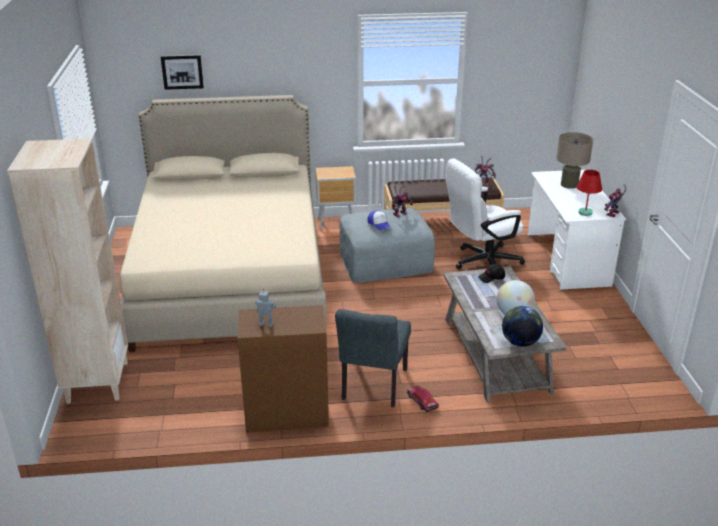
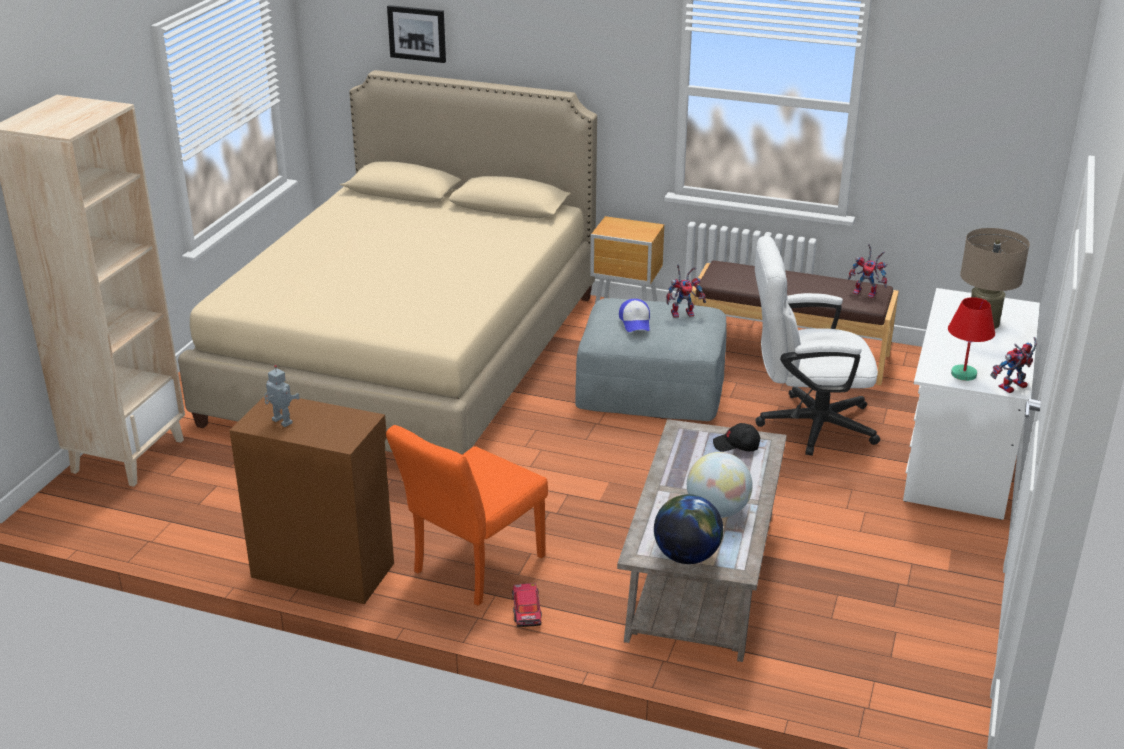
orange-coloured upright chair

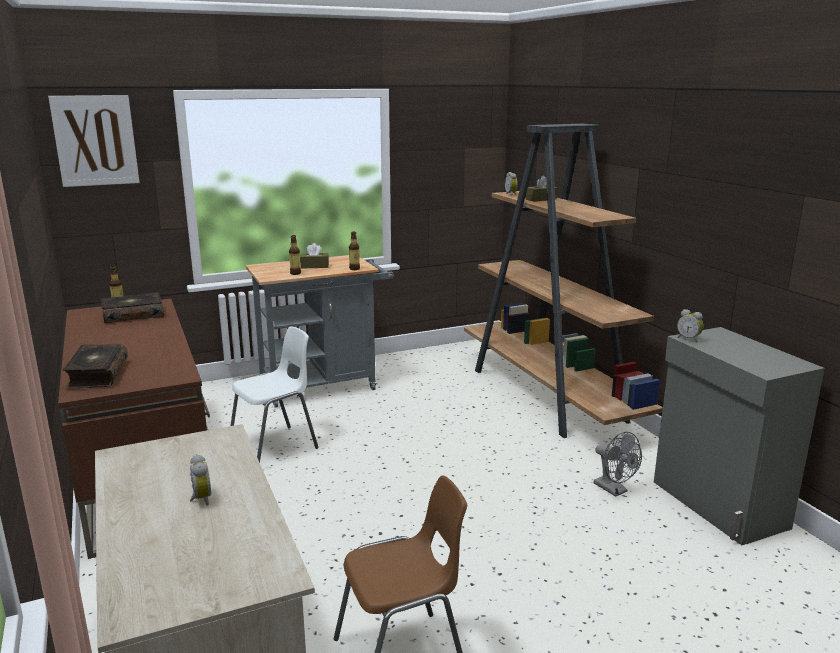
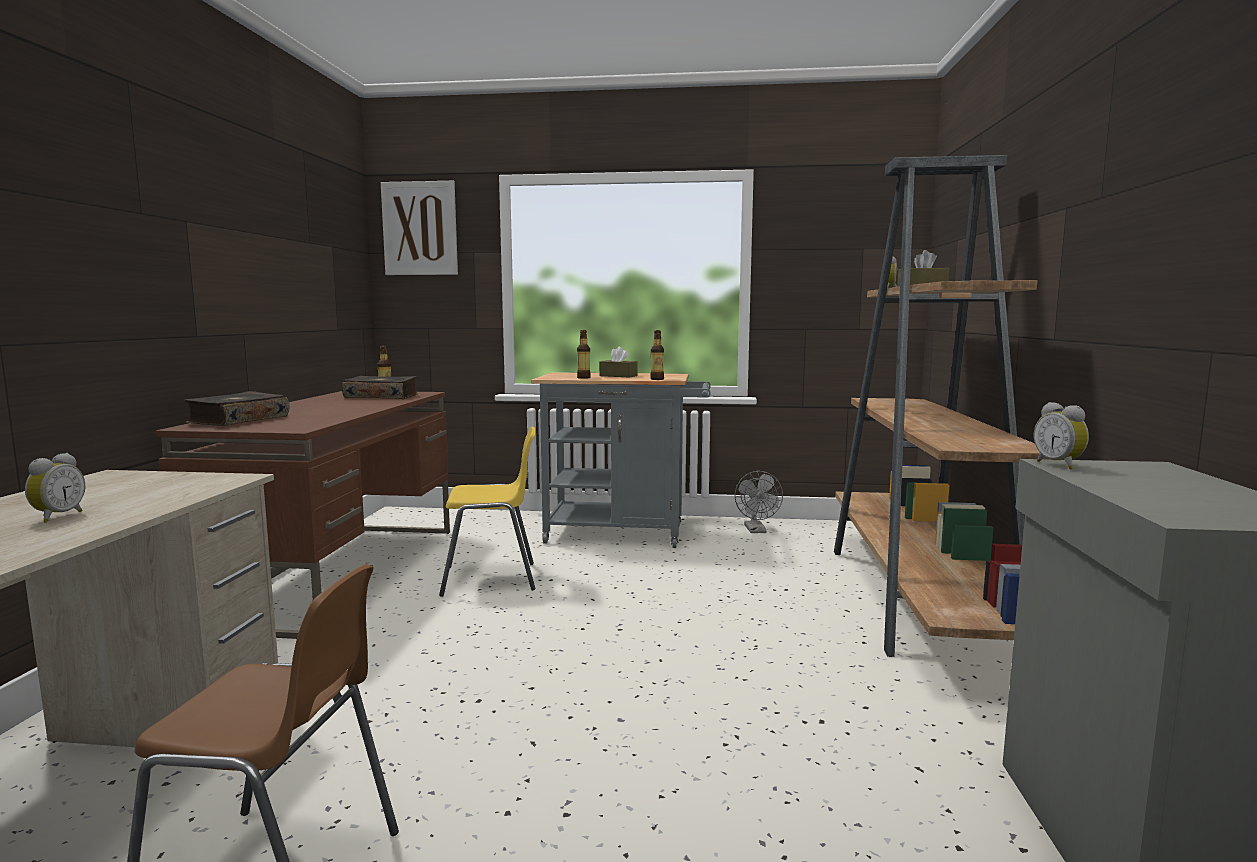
greyish electric fan; yellow-coloured upright chair

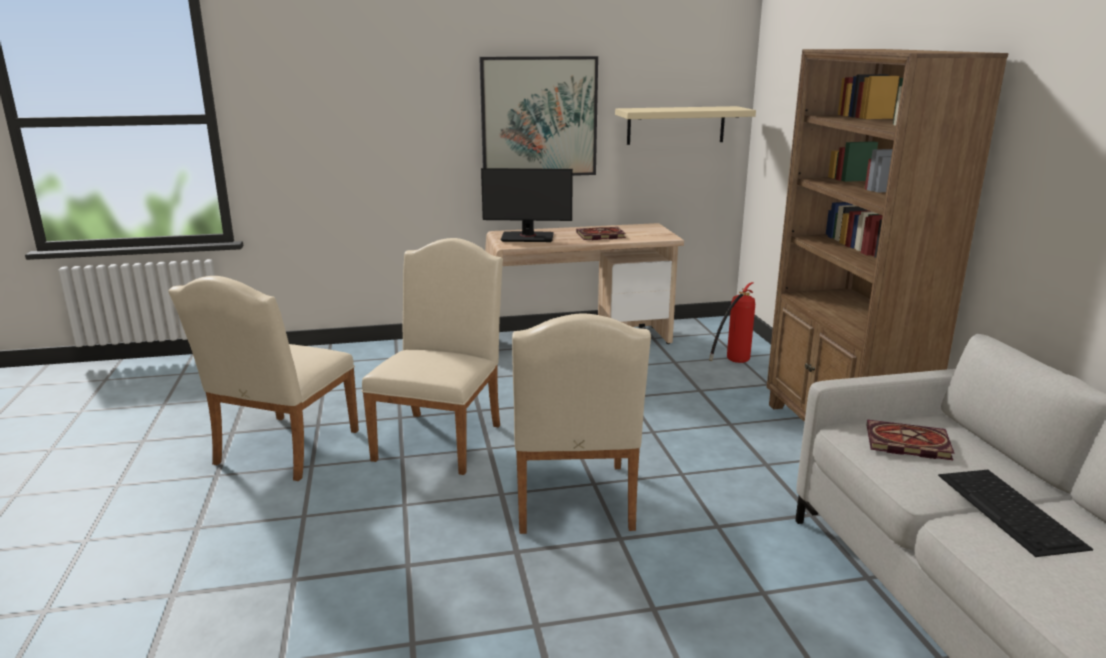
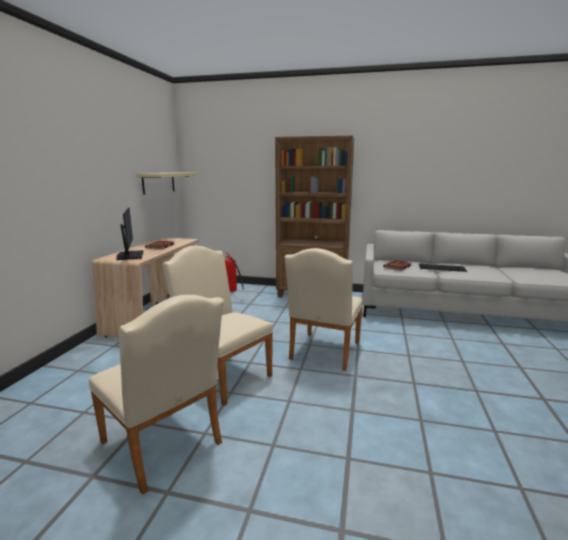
wall art; computer display; beige-coloured upright chair (3rd from left)

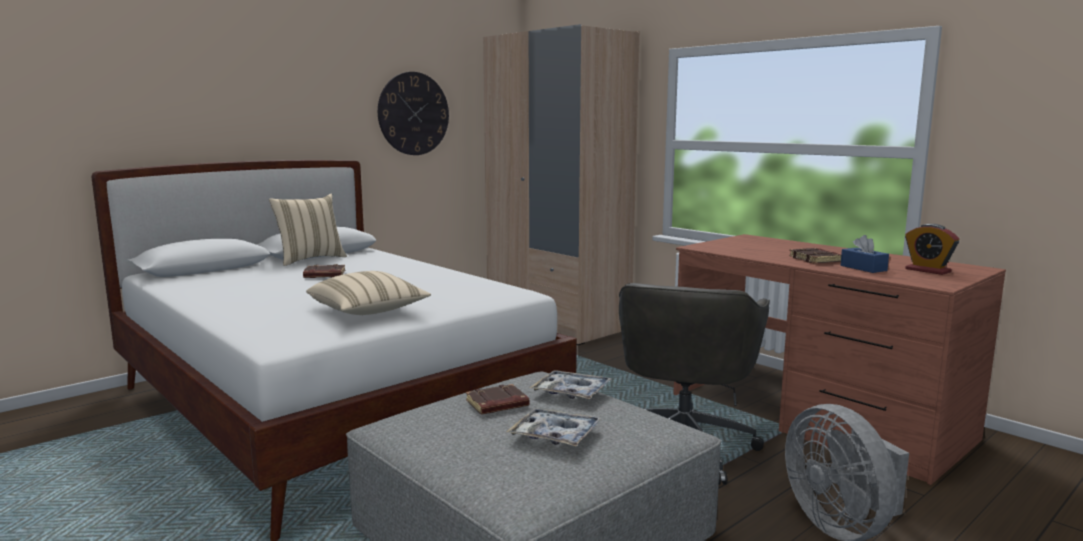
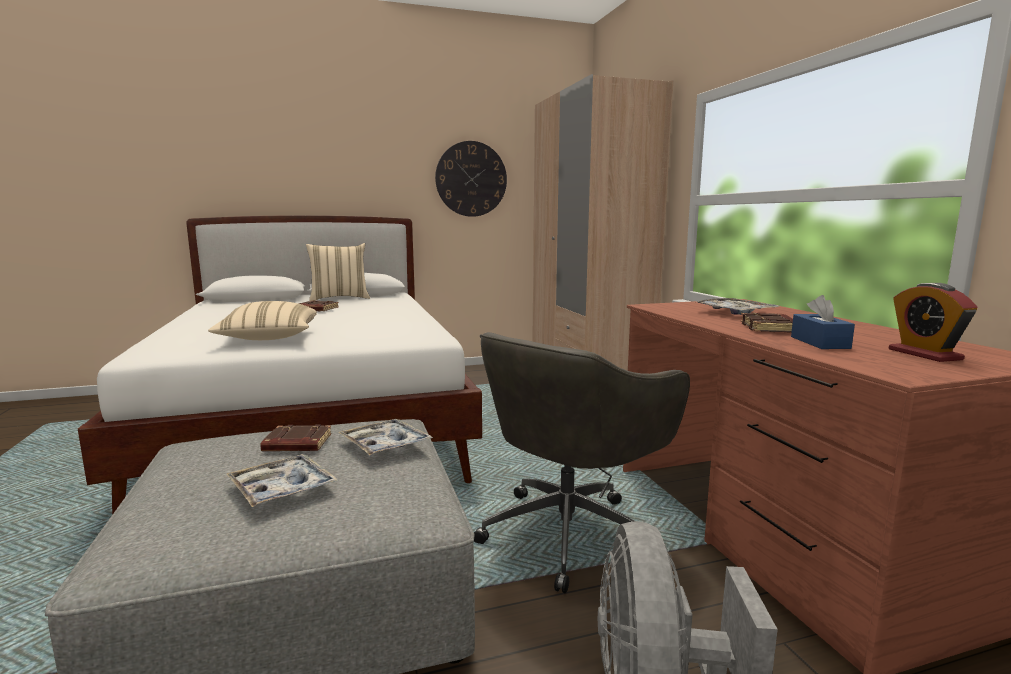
serving tray (3rd from left)

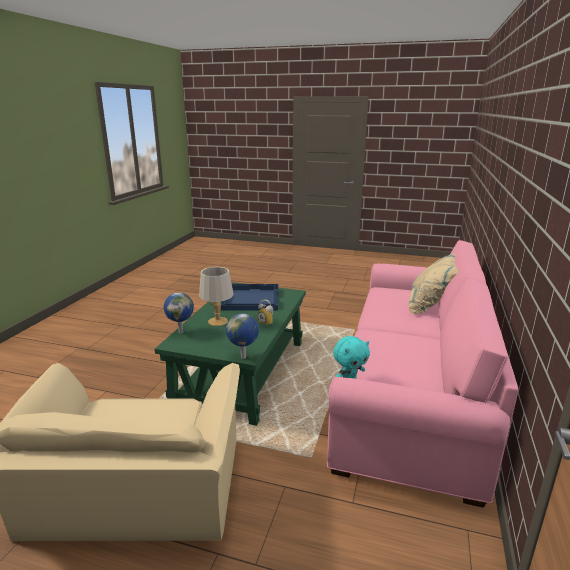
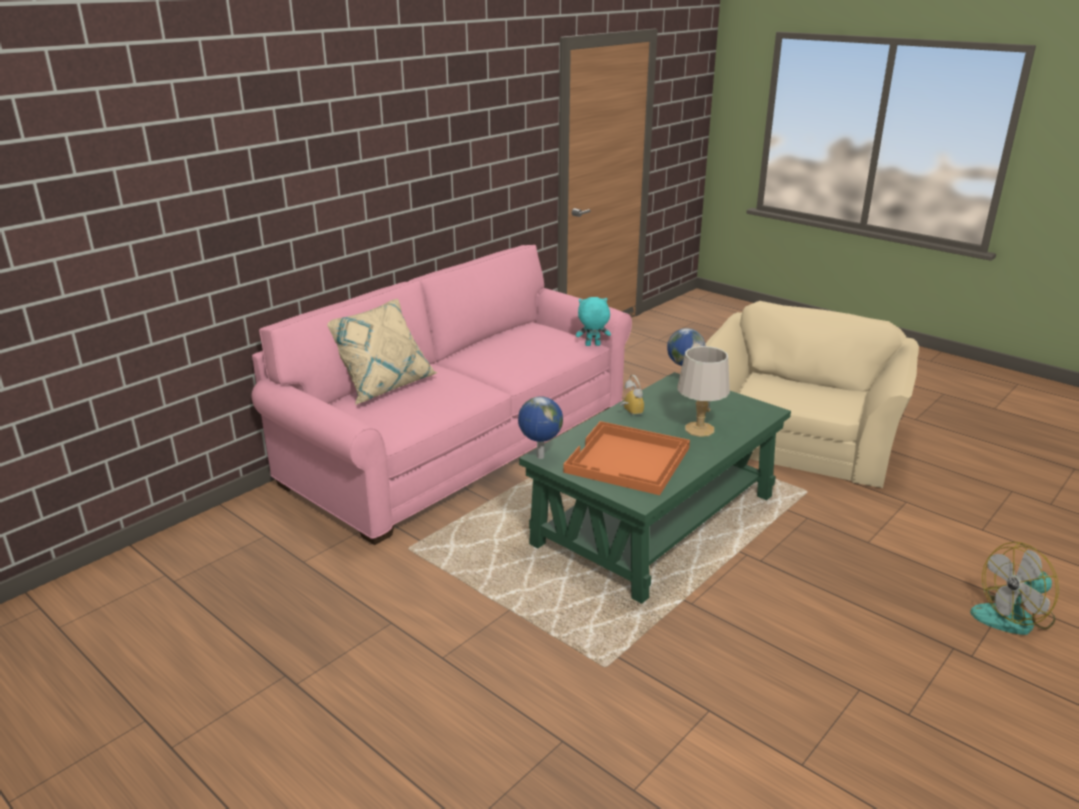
electric fan; desk globe (1st from left); orange-coloured serving tray

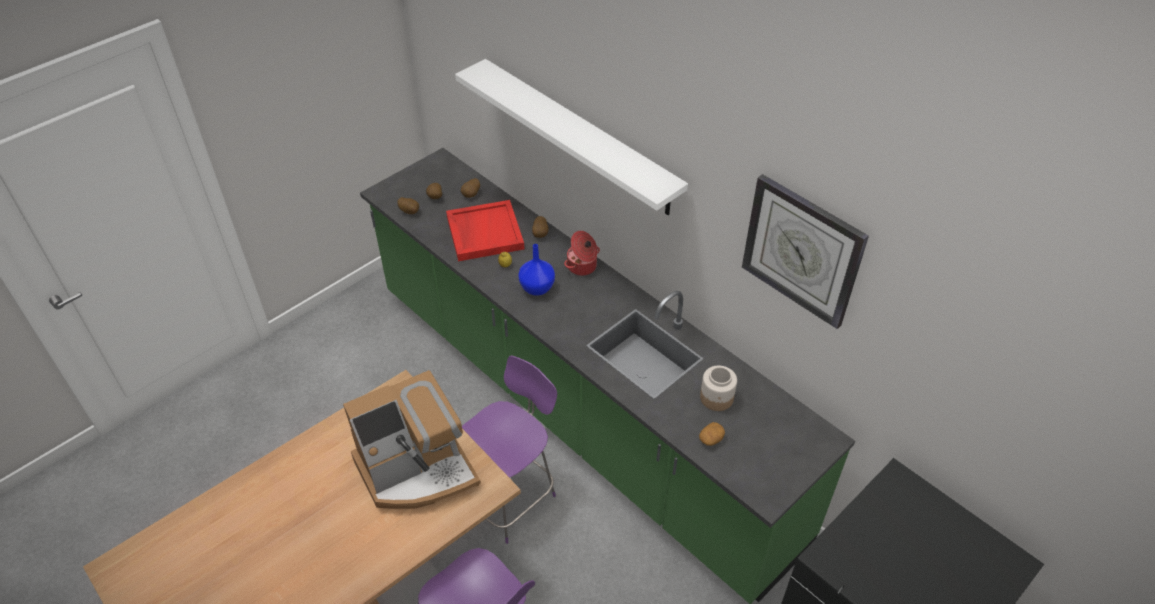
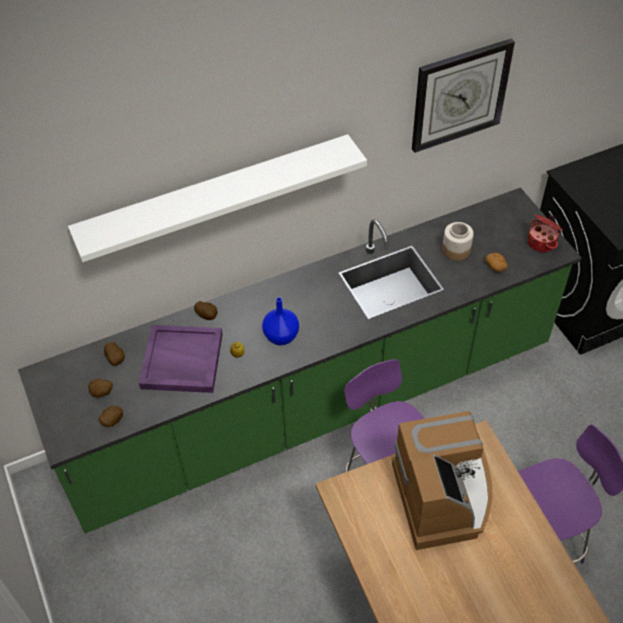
saucepot; purple serving tray

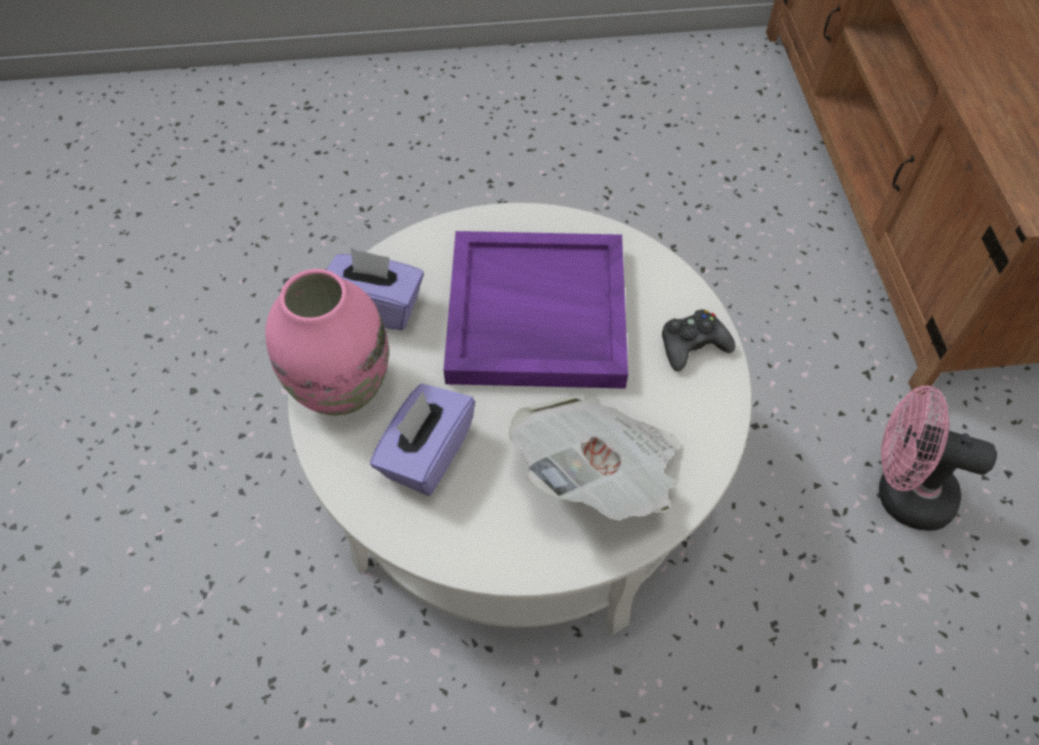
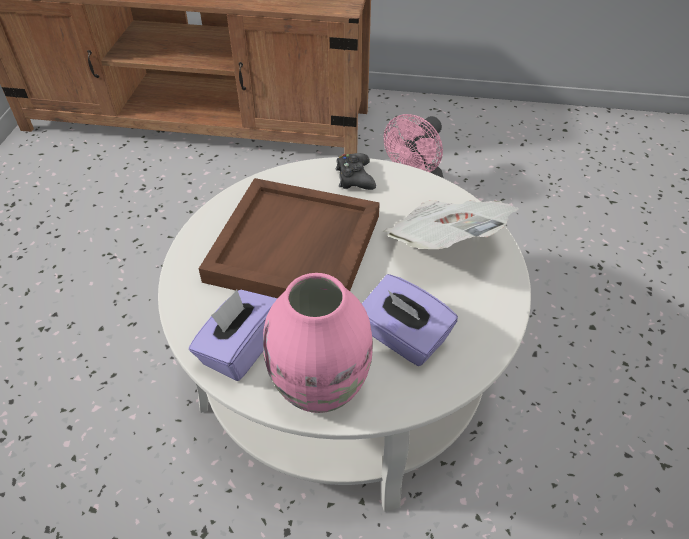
brown serving tray

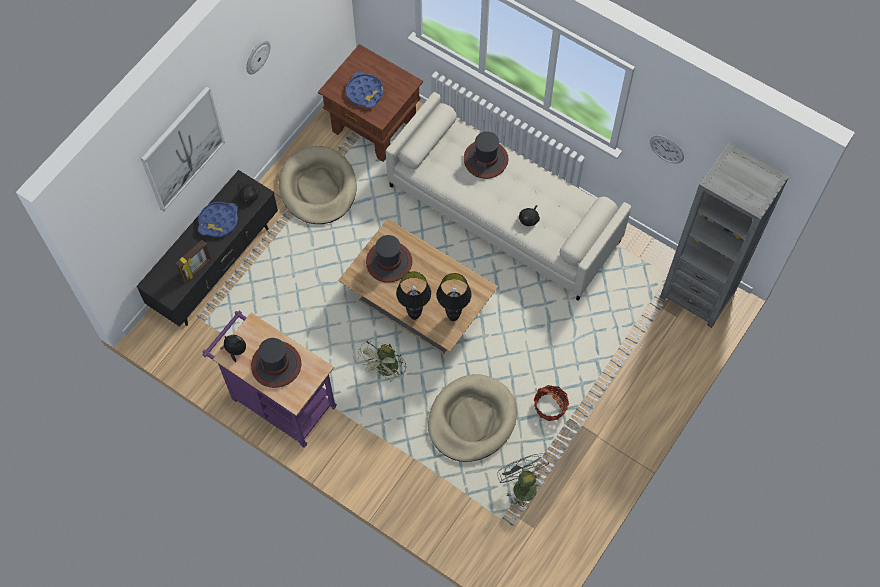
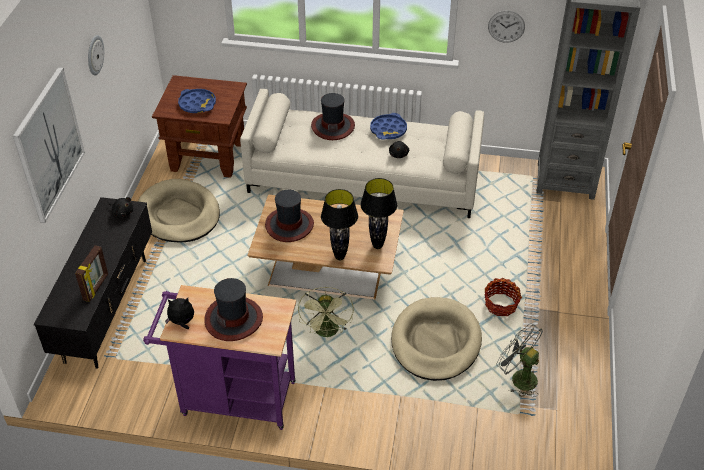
blue-coloured serving tray (2nd from left)

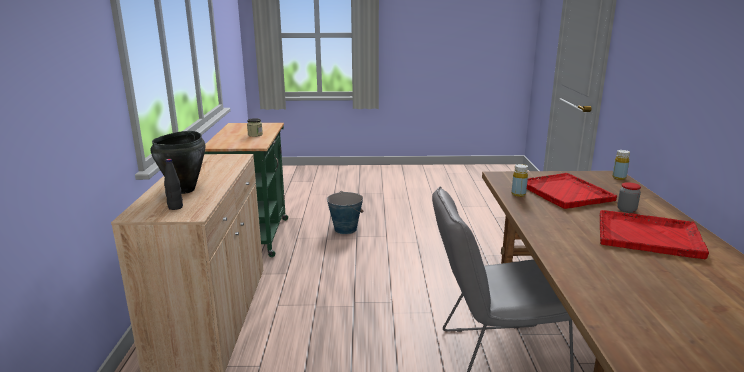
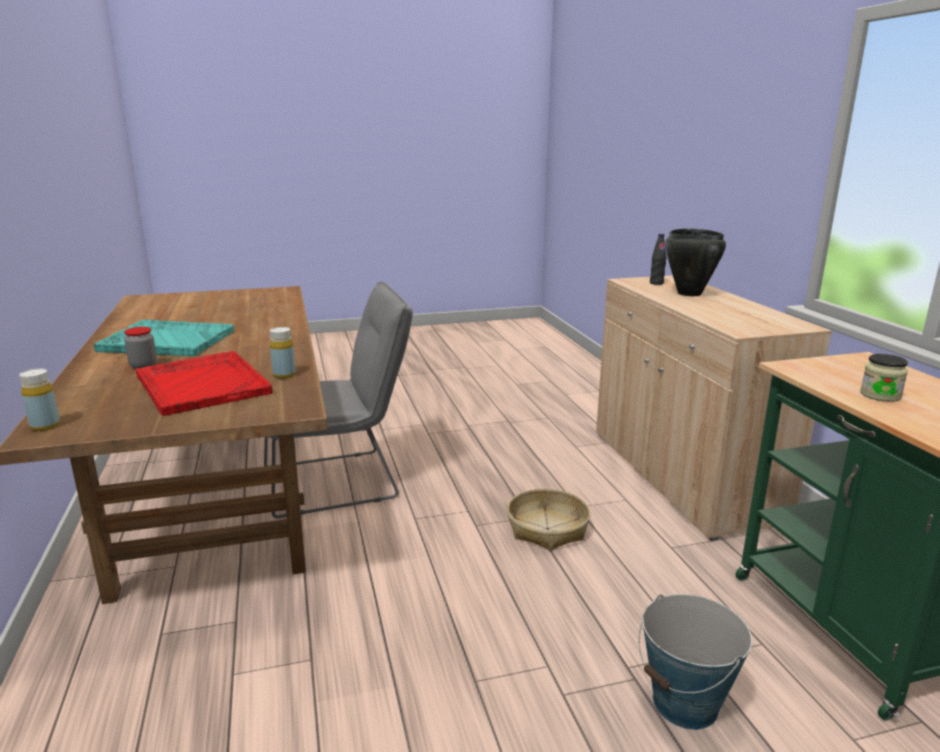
storage basket; turquoise serving tray

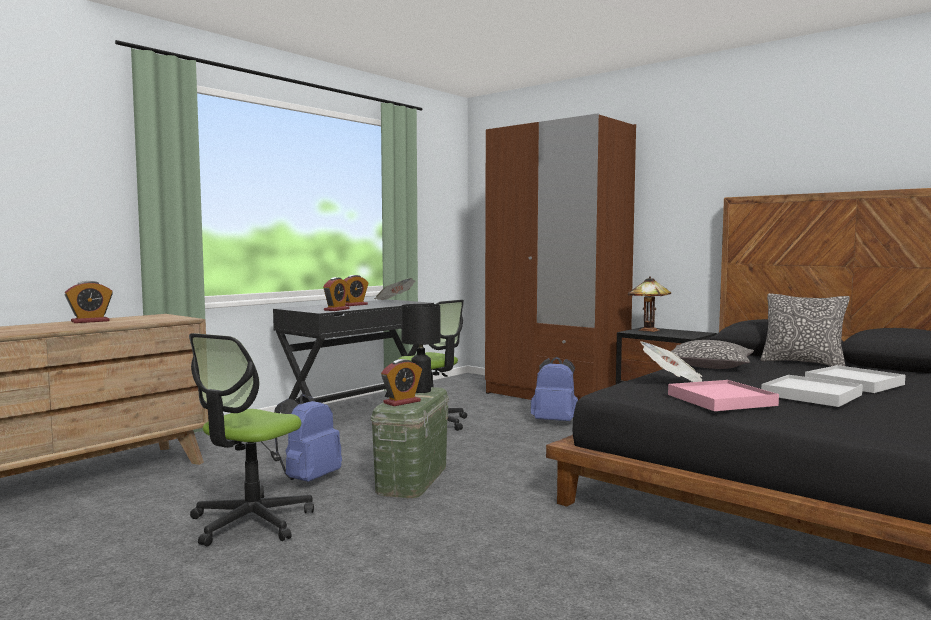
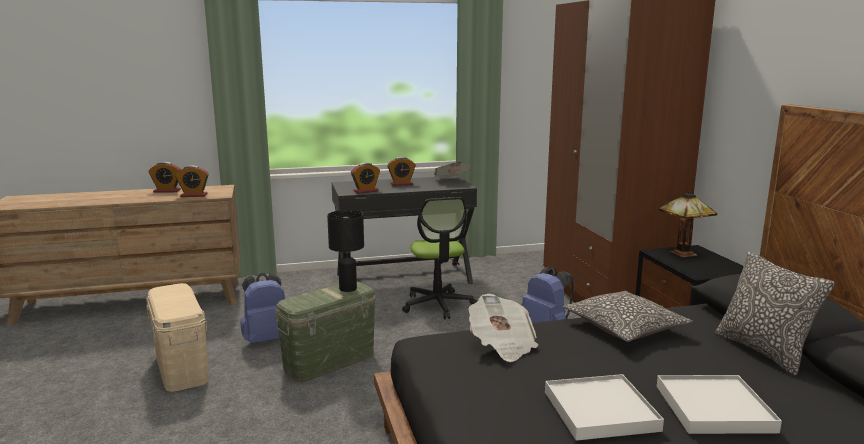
pink-coloured serving tray; alarm clock (2nd from left); beige-coloured storage bin

